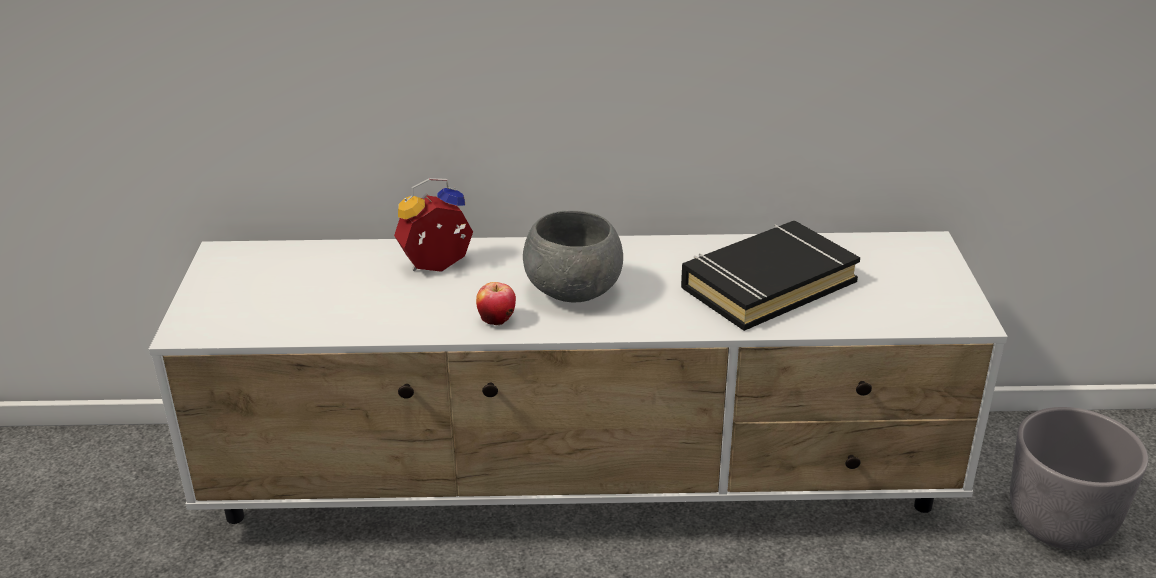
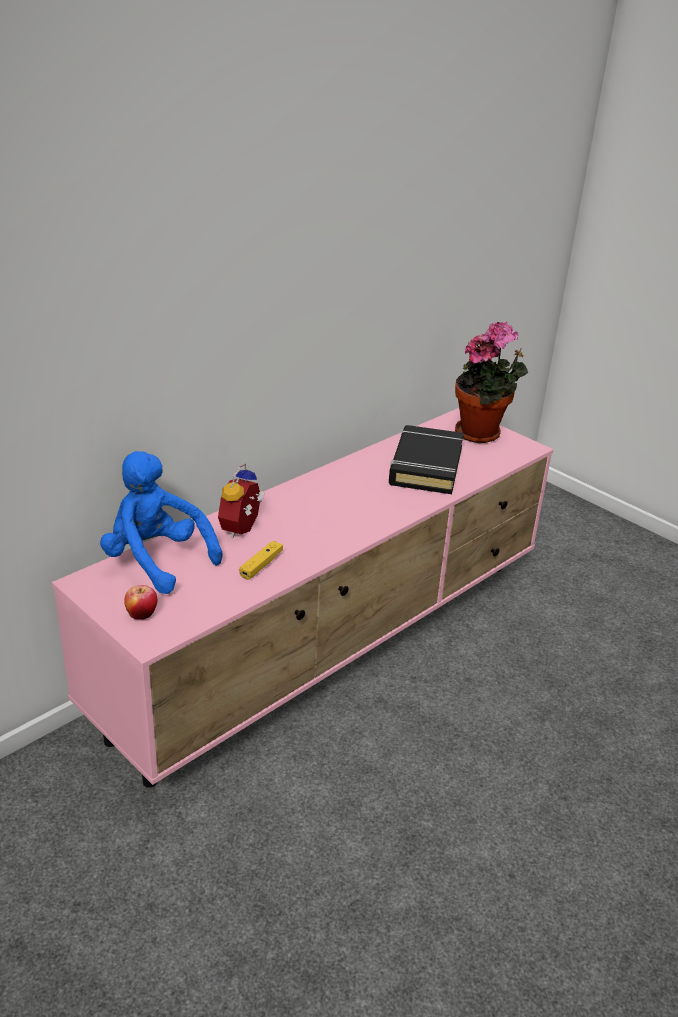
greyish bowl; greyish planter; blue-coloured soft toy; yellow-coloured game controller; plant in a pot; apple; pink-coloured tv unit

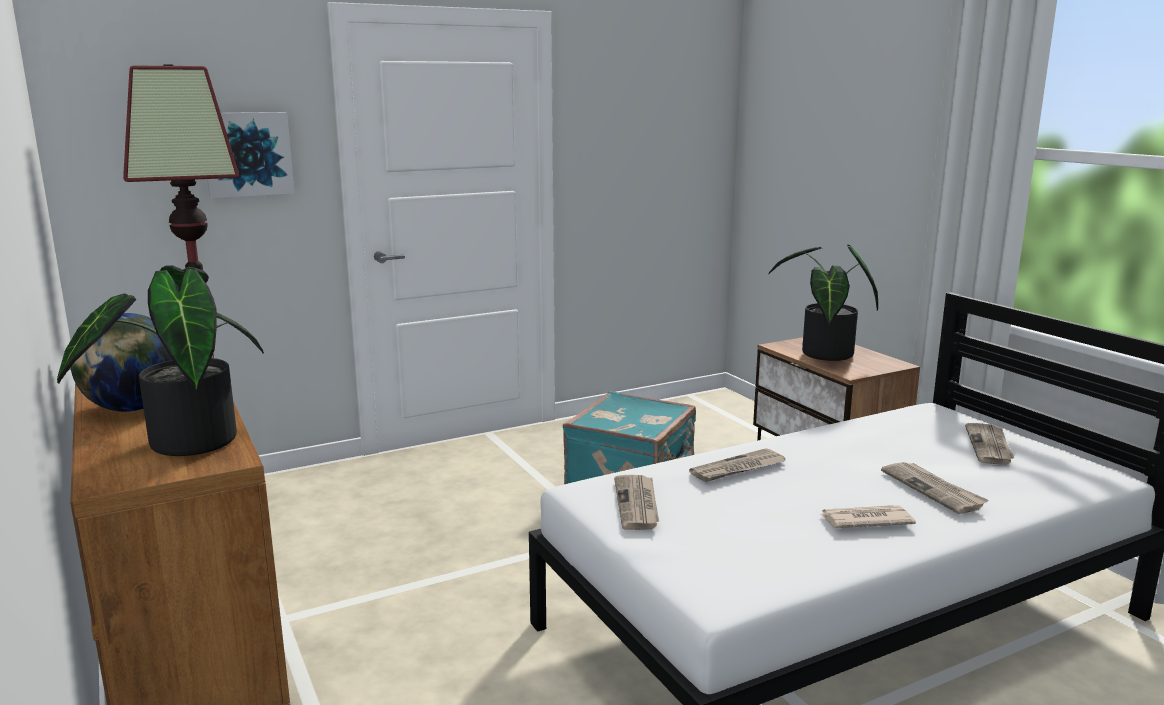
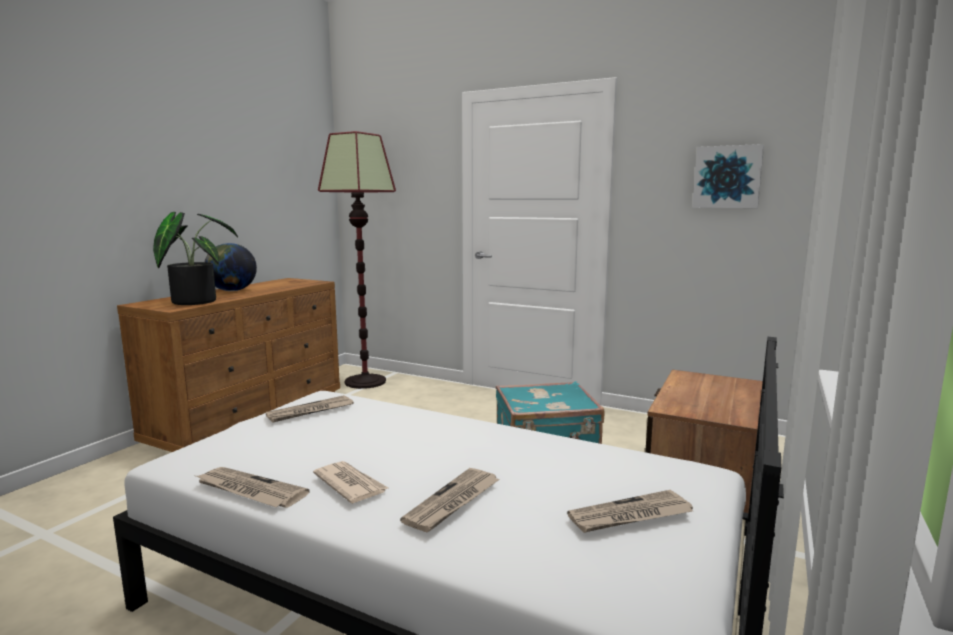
plant in a pot (2nd from left in the first image); wall art; printed paper (1st from left)

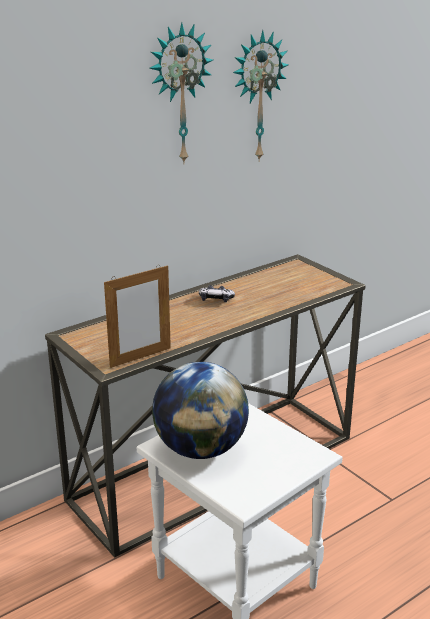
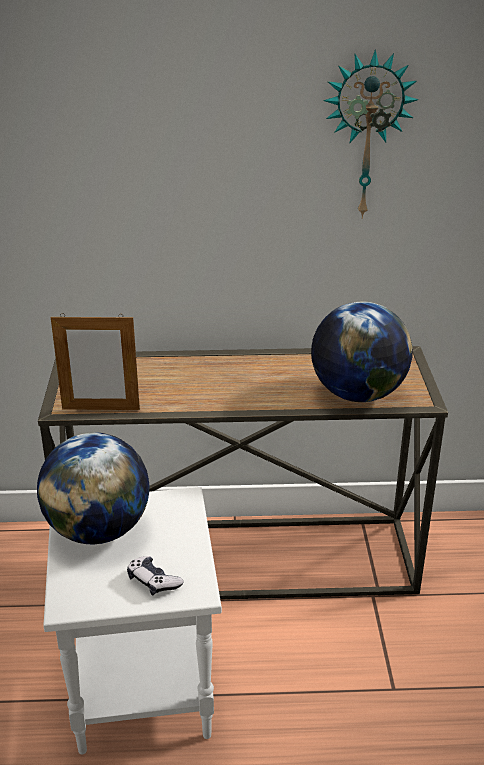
hanging clock (1st from left in the first image); desk globe (2nd from left); game controller

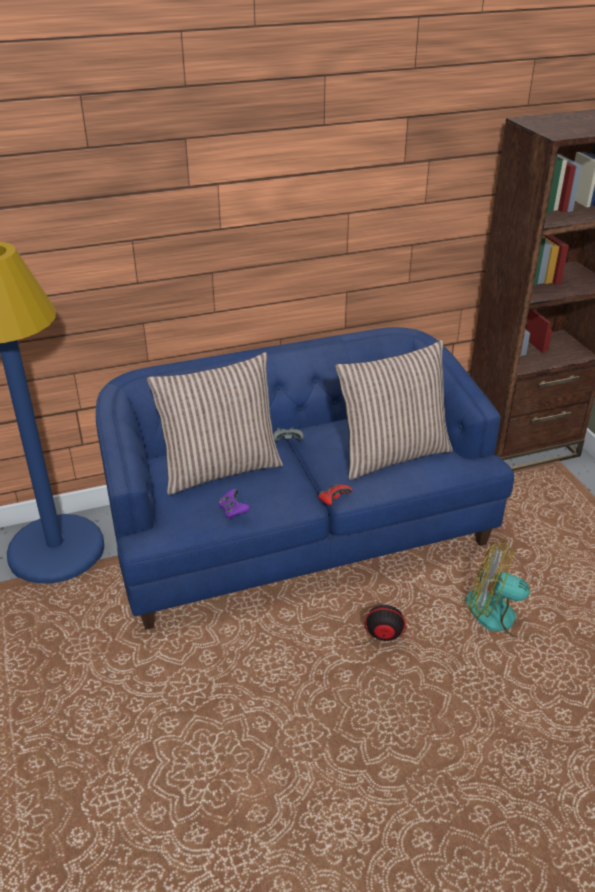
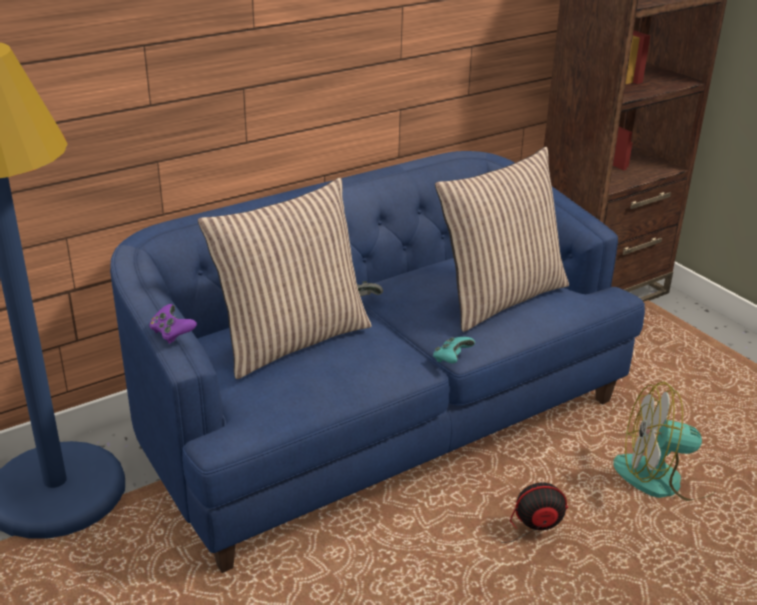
purple game controller; turquoise game controller

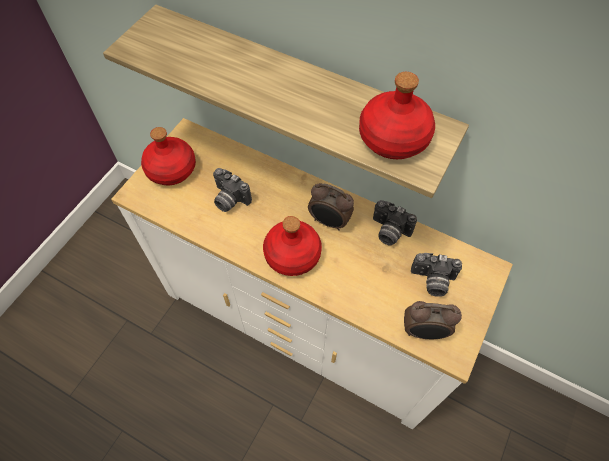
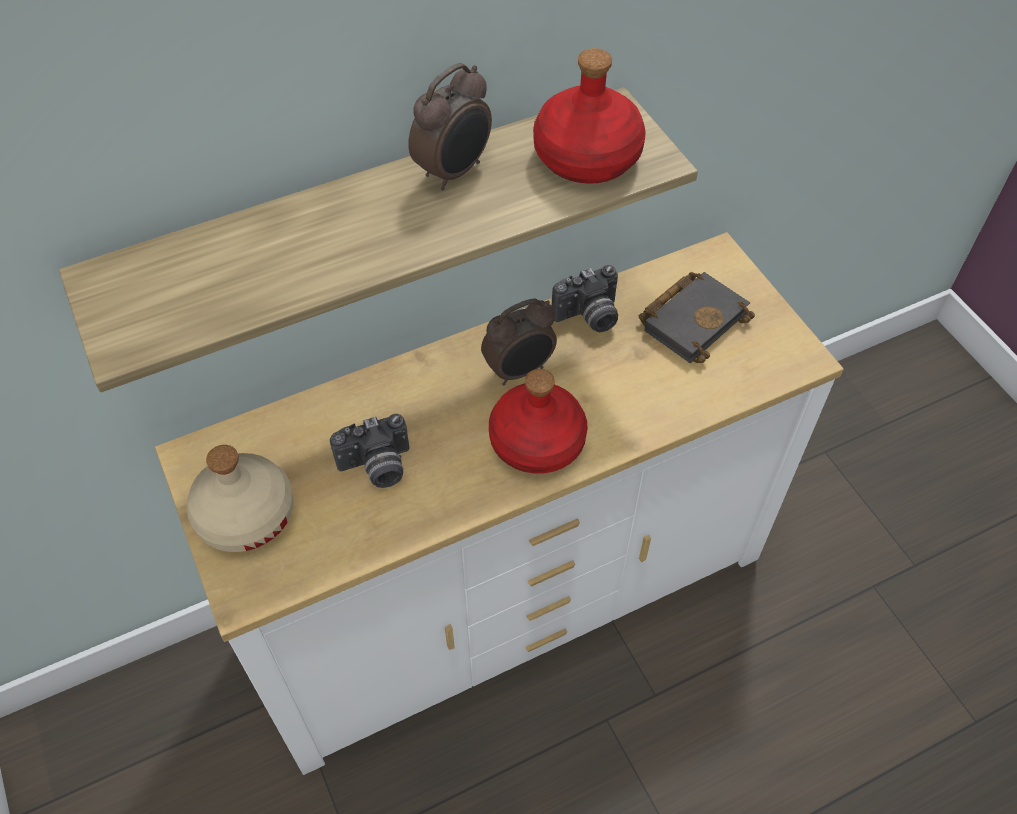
alarm clock (1st from left); blackish bound book; beige-coloured beverage bottle

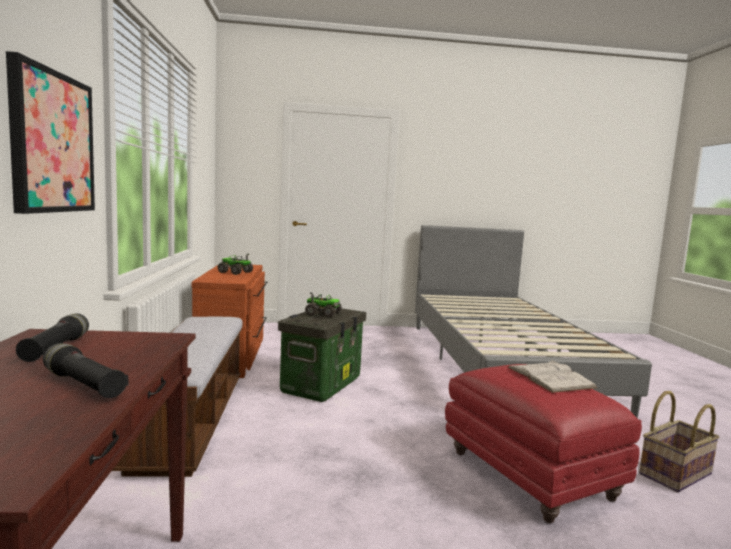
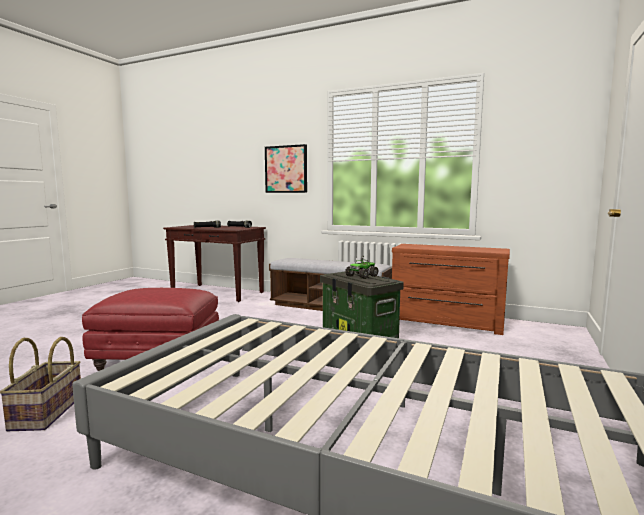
toy truck (1st from left in the first image); white-coloured bound book

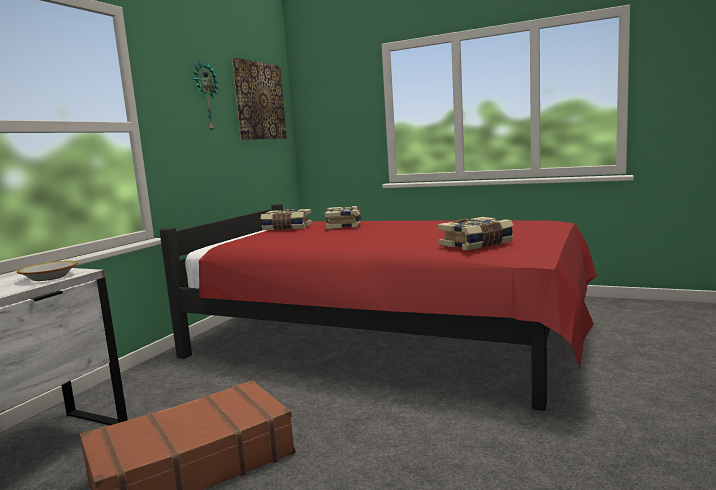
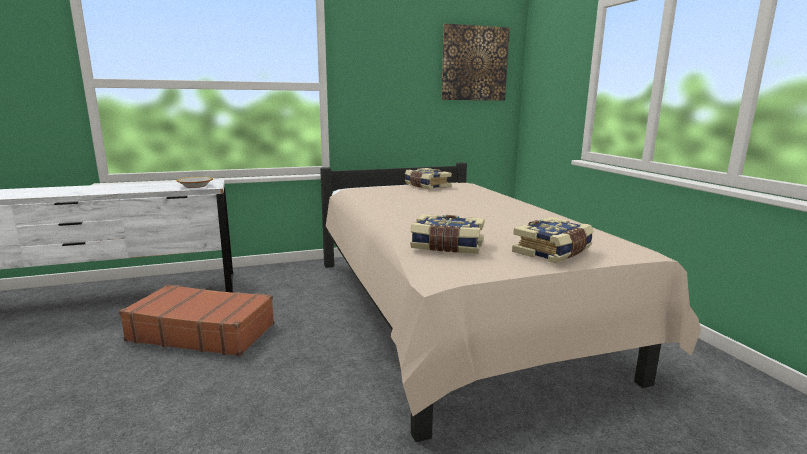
hanging clock; bound book (3rd from left); beige-coloured sleeping bed

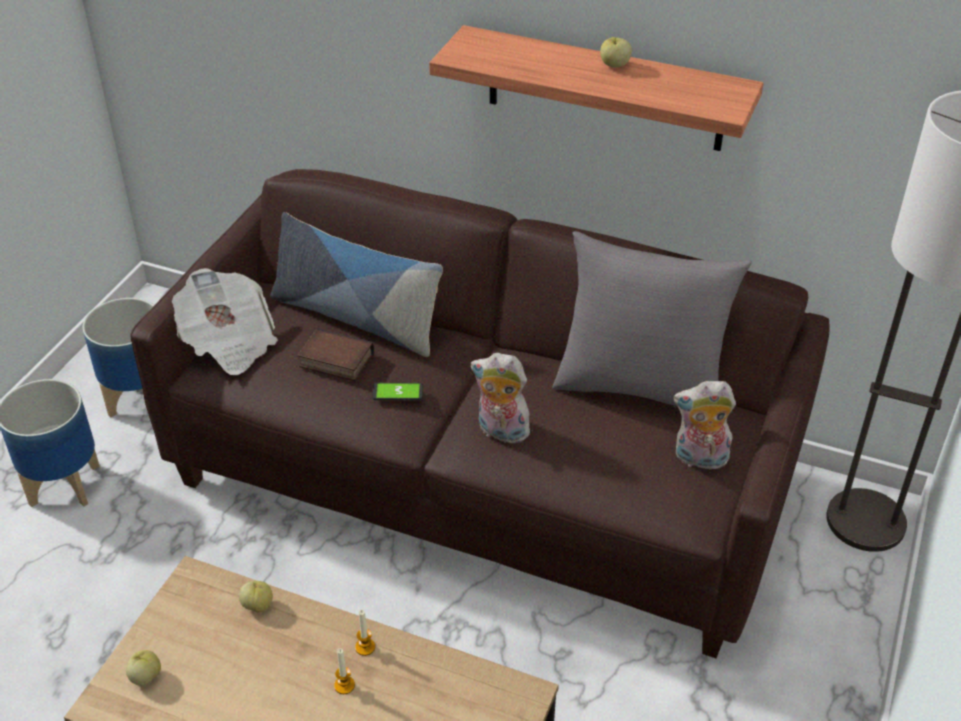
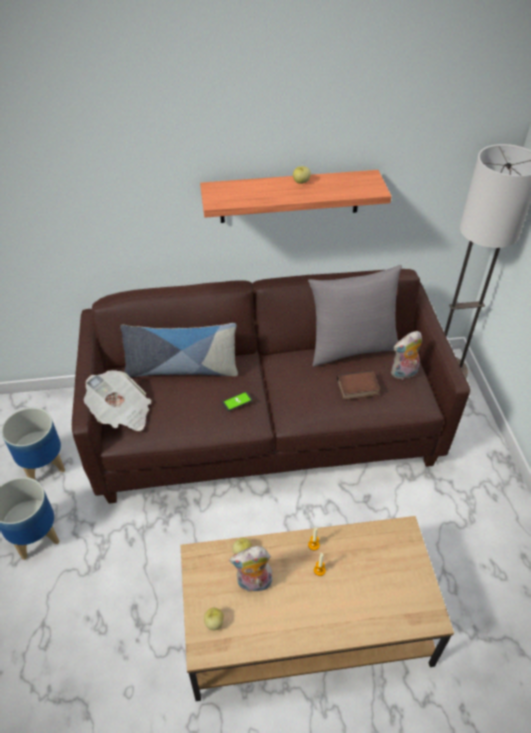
bound book; soft toy (1st from left)

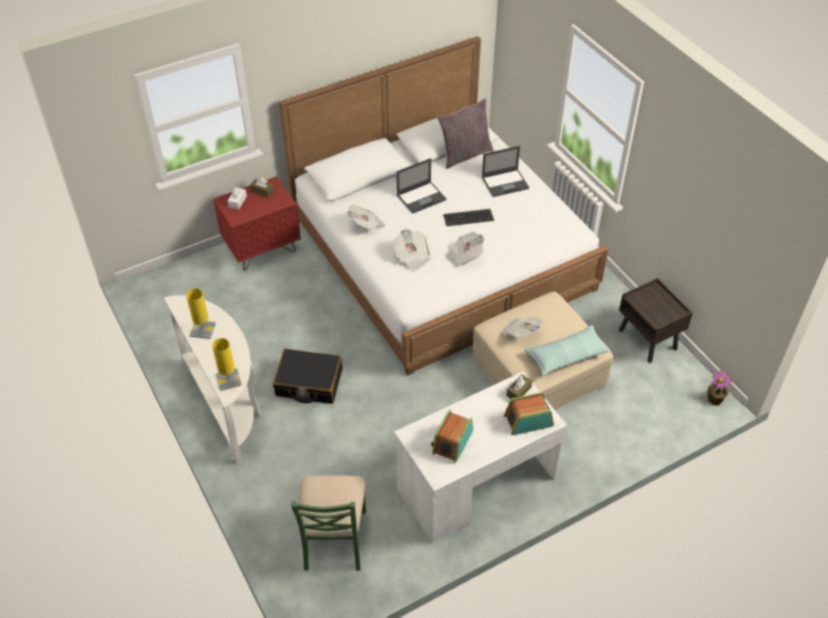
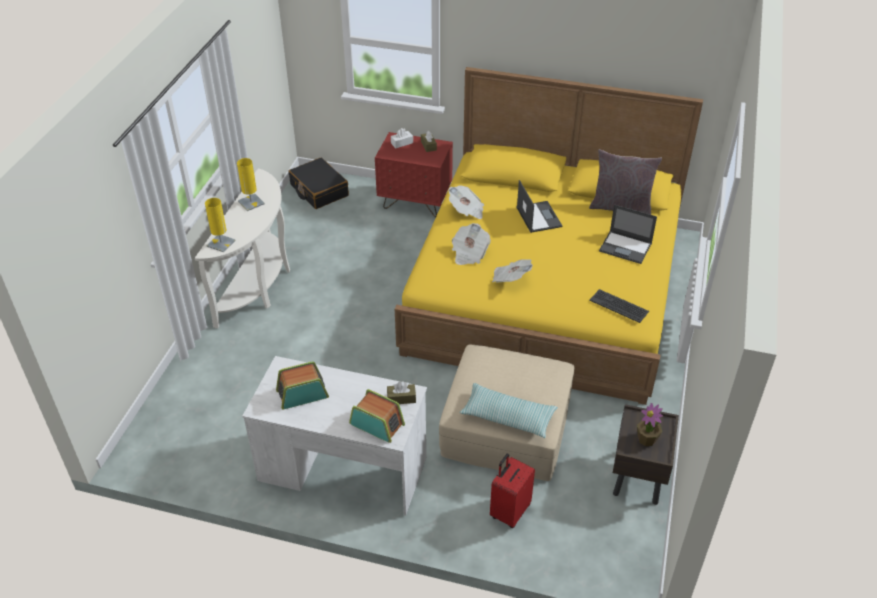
green-coloured upright chair; printed paper (4th from left in the first image); red piece of luggage; blackish piece of luggage; PC keyboard; plant in a pot; yellow-coloured sleeping bed; laptop (1st from left)

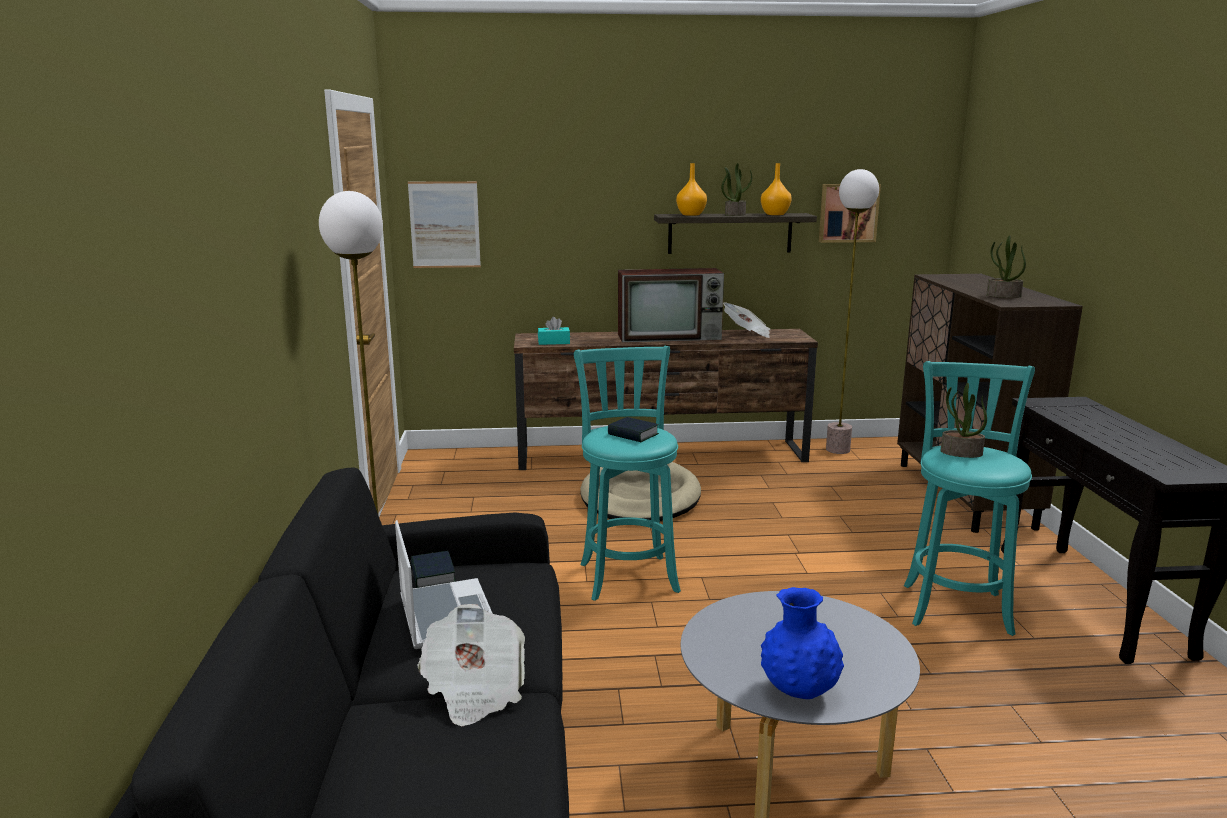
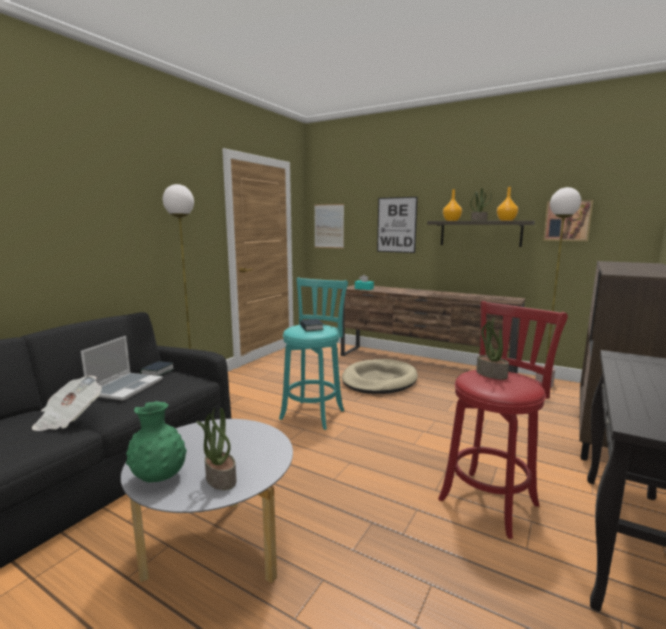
TV set; printed paper (2nd from left in the first image); wall art (2nd from left); plant in a pot (1st from left); green-coloured decorative vase; red stool

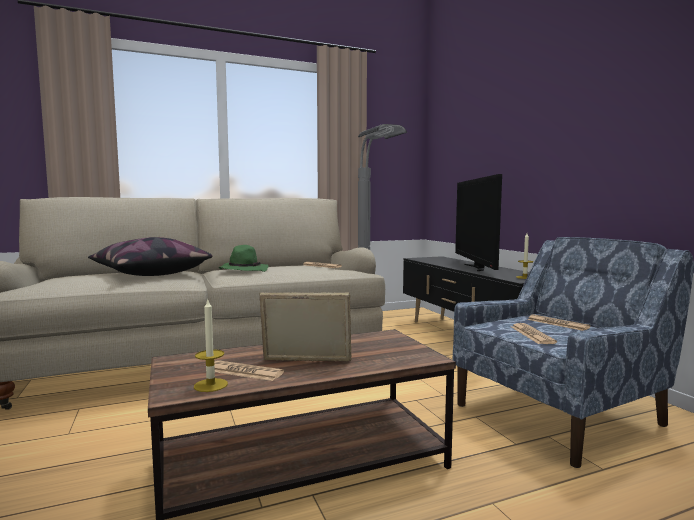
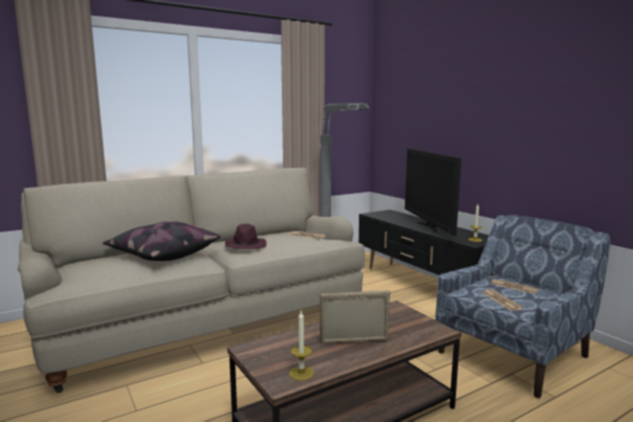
printed paper (1st from left in the first image); purple hat

